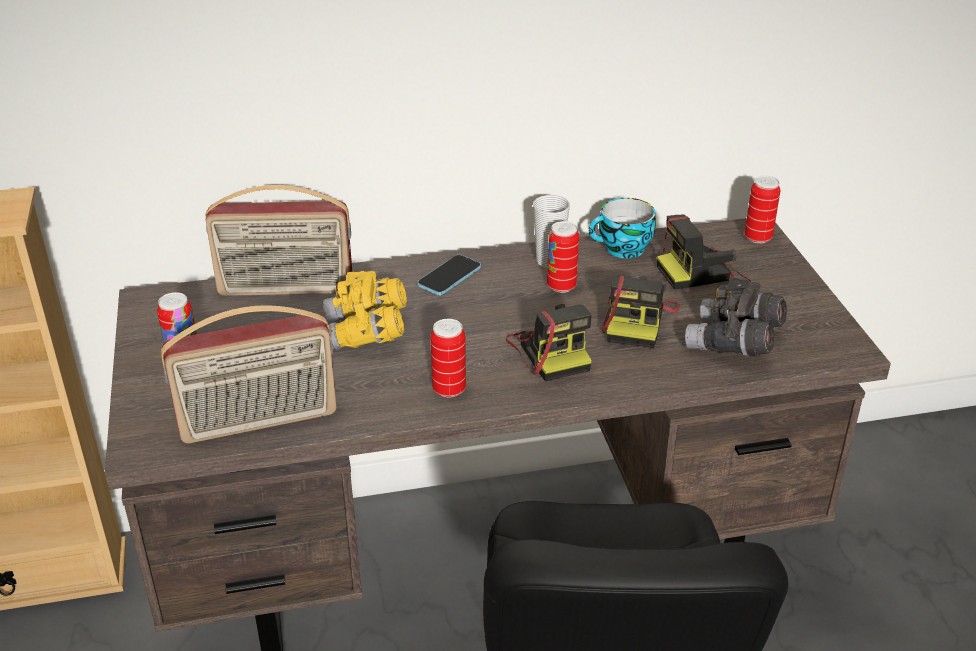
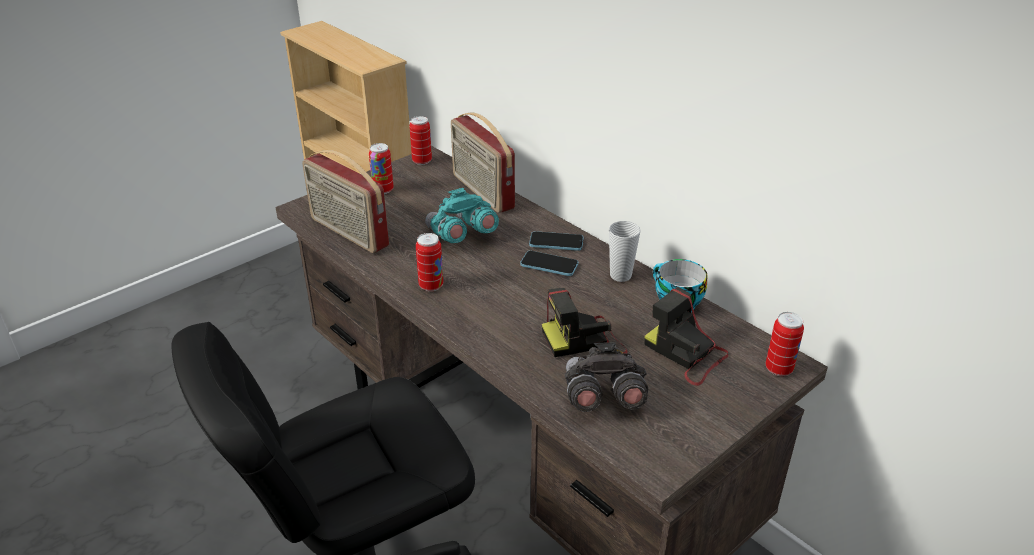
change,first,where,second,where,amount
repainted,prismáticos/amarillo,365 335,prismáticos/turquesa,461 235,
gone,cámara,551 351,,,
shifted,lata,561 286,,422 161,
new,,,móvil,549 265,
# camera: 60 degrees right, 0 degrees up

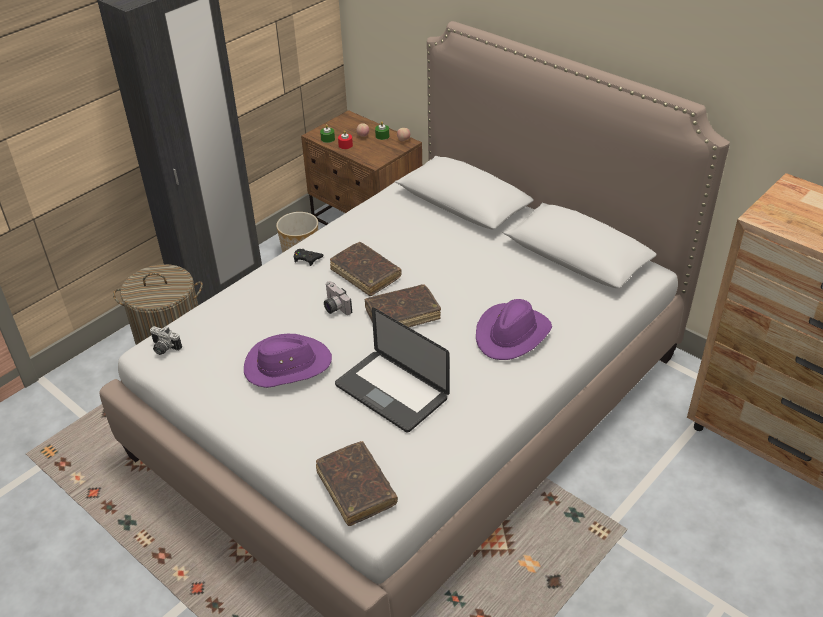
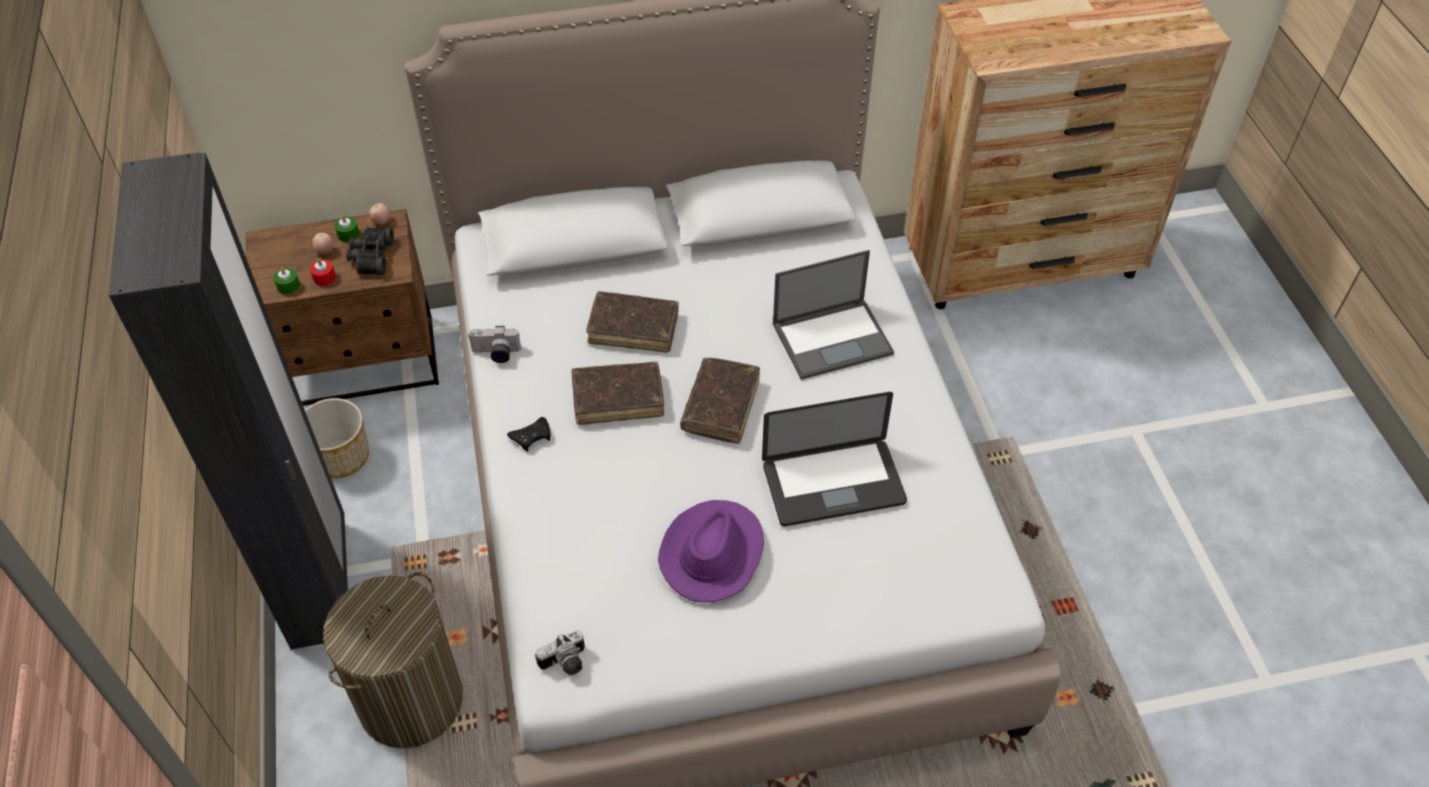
change,first,where,second,where,amount
shifted,libro/marrón,356 488,,633 328,
shifted,cámara,334 307,,496 354,
swapped,sombrero/morado,512 334,portátil,833 338,
new,,,prismáticos/negro,370 257,
# camera: 55 degrees left, 10 degrees up

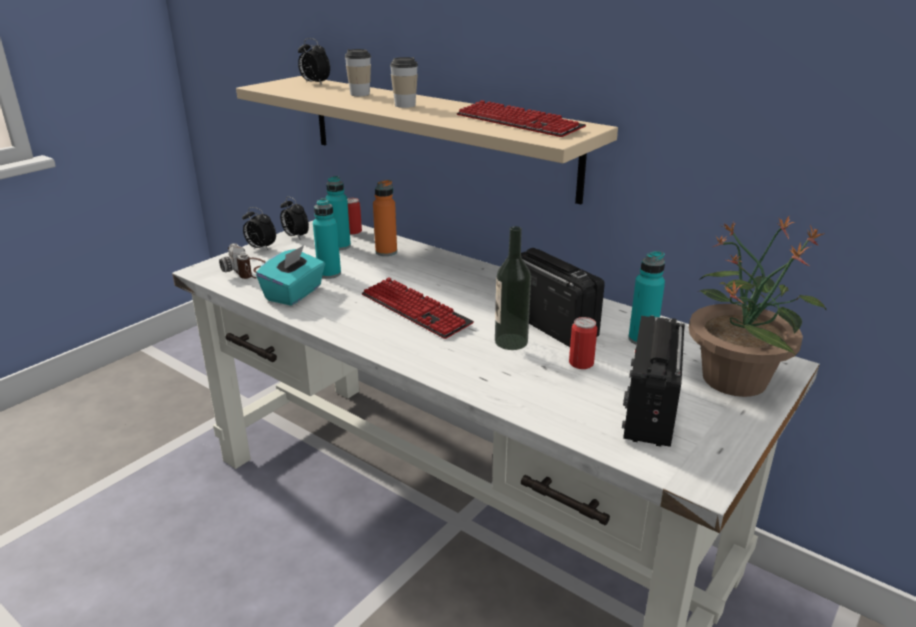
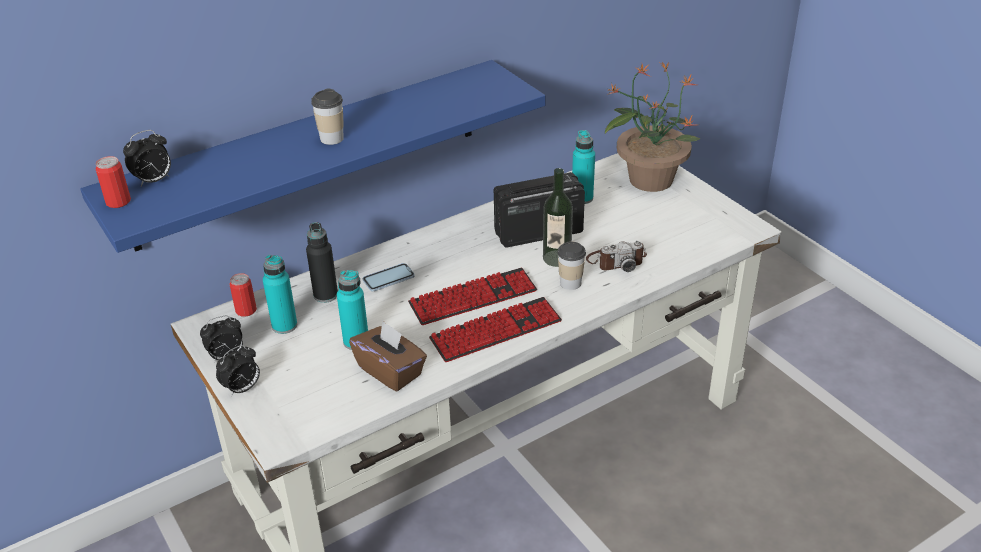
change,first,where,second,where,amount
shifted,cámara,250 270,,616 261,
repainted,estante/beis,436 134,estante/azul,310 153,
repainted,caja de pañuelos/turquesa,294 293,caja de pañuelos/marrón,390 371,
shifted,taza,360 94,,570 283,
repainted,botella/naranja,386 252,botella/negro,325 295,
shifted,teclado,518 123,,496 331,
shifted,lata,581 363,,118 202,
gone,radio,649 411,,,
new,,,móvil,388 279,
# camera: 70 degrees left, 10 degrees up

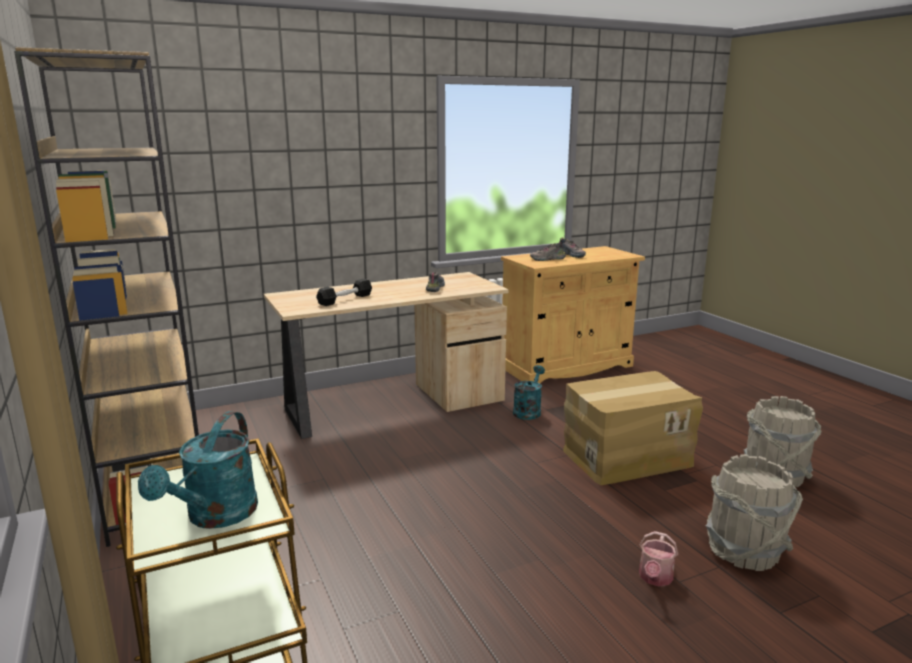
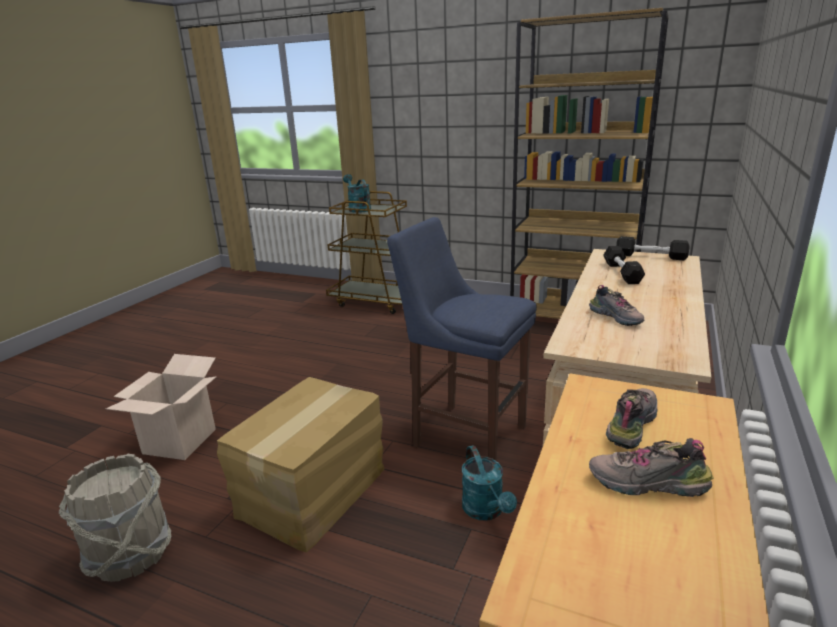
change,first,where,second,where,amount
gone,regadera,655 578,,,
swapped,cubo/gris,745 551,caja de cartón,179 441,
new,,,taburete/azul,465 434,
new,,,mancuerna/negro,650 256,
# camera: 140 degrees right, 5 degrees up

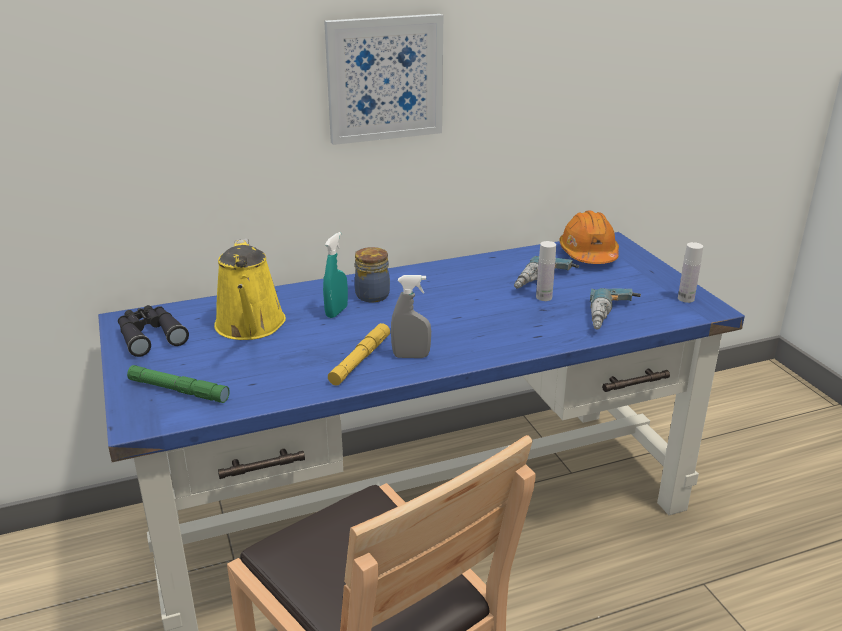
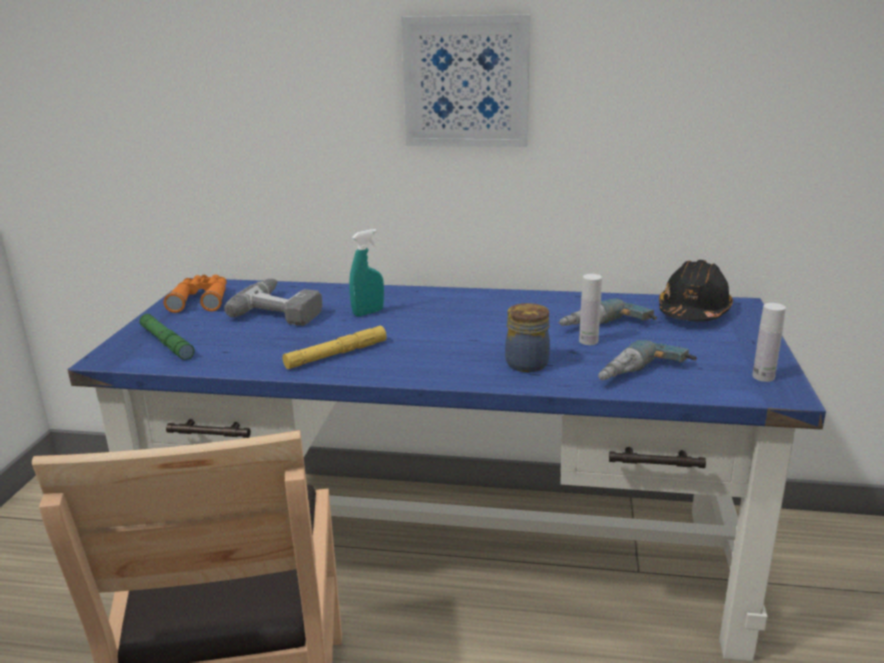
change,first,where,second,where,amount
repainted,prismáticos/negro,150 336,prismáticos/naranja,201 300,
swapped,regadera/amarillo,250 327,taladro,283 309,
shifted,tarro,371 295,,526 363,
gone,pulverizador/gris,411 356,,,
repainted,casco/naranja,588 254,casco/negro,693 312,
# camera: 30 degrees right, 5 degrees down

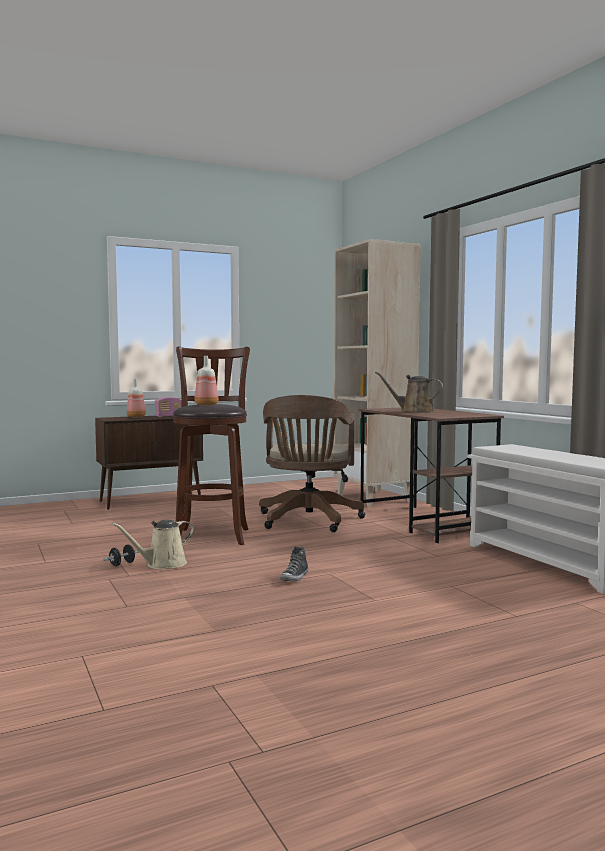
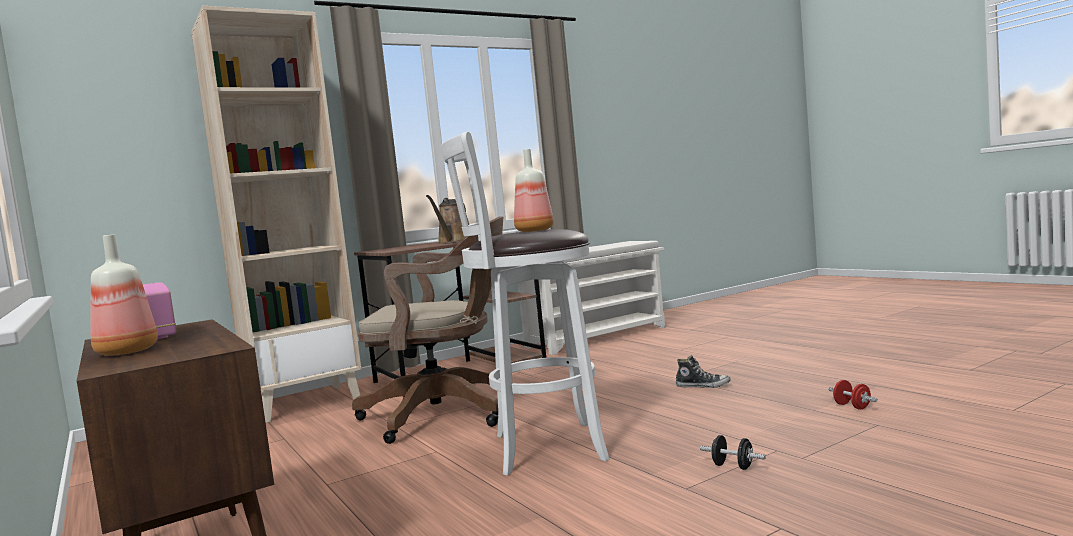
change,first,where,second,where,amount
gone,regadera/beis,162 564,,,
repainted,taburete/marrón,212 535,taburete/blanco,541 448,
new,,,mancuerna/rojo,852 406,
# camera: 95 degrees left, 0 degrees up

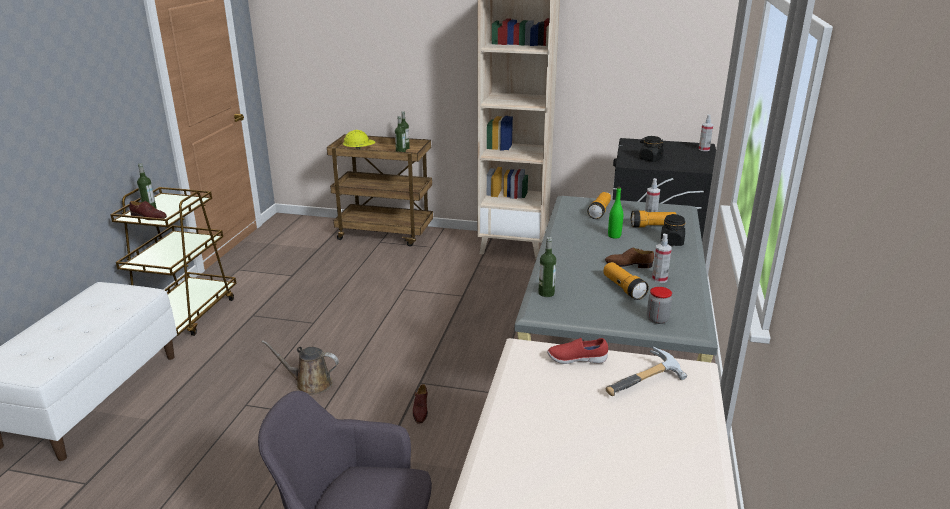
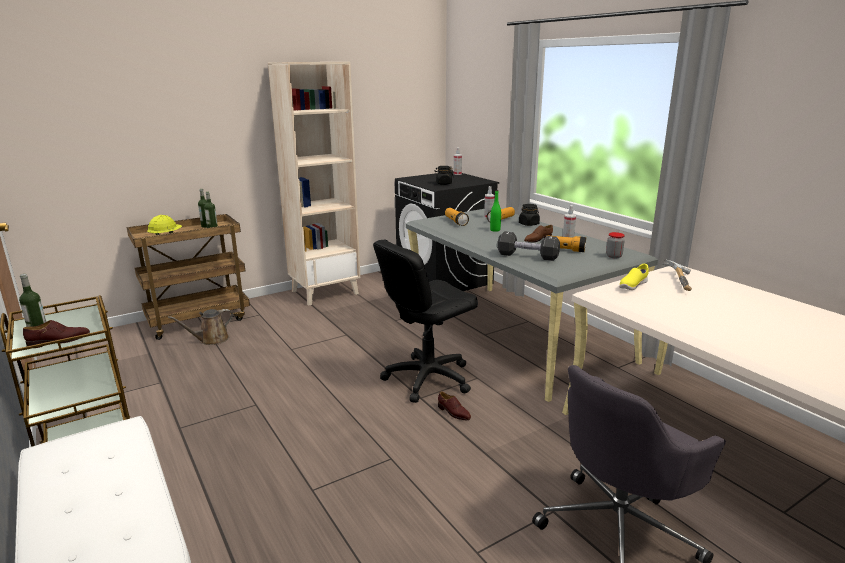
change,first,where,second,where,amount
shifted,regadera/marrón,310 383,,211 340,
gone,botella,546 293,,,
repainted,zapato/rojo,576 360,zapato/amarillo,632 286,
new,,,silla de oficina/negro,427 378,
new,,,mancuerna/negro,527 256,
# camera: 45 degrees left, 5 degrees down

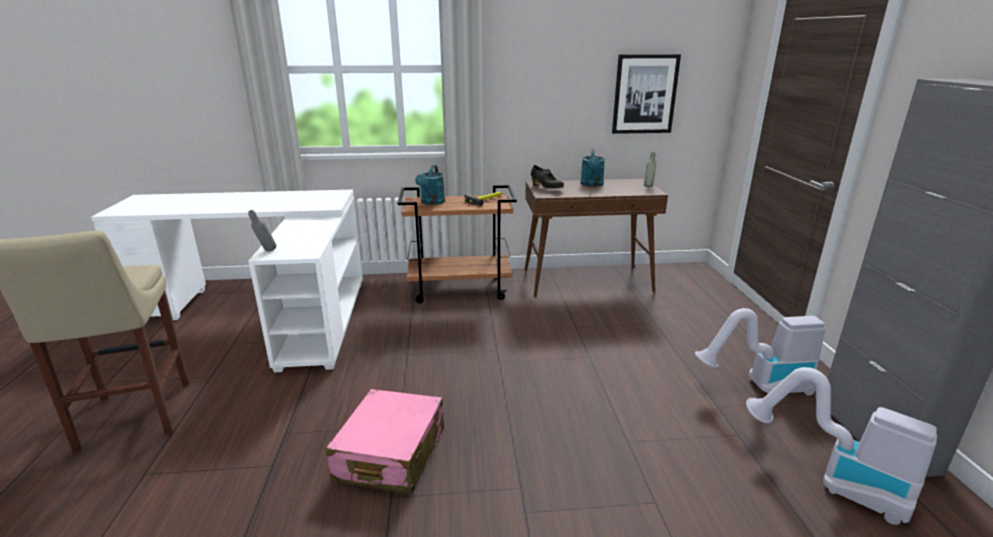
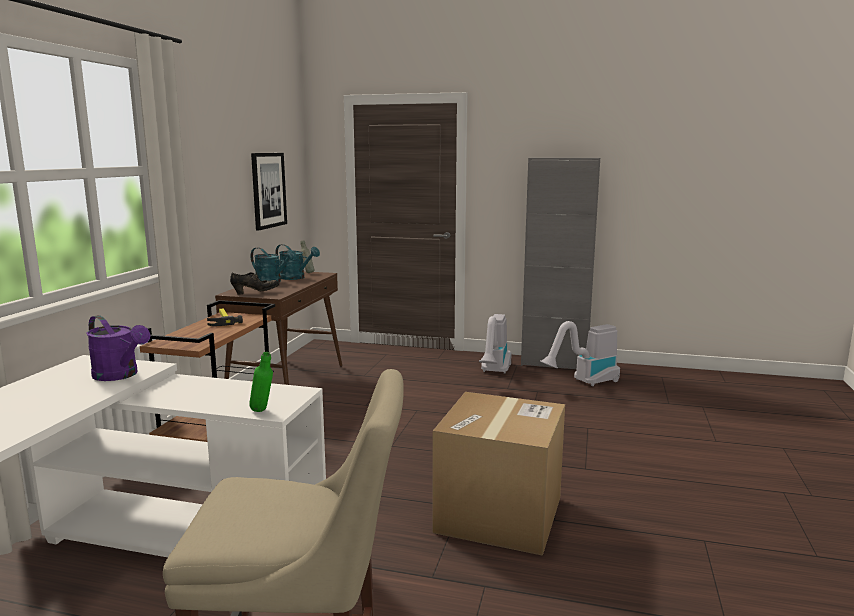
change,first,where,second,where,amount
repainted,botella/gris,266 252,botella/verde,263 412,
swapped,maleta/rosa,390 454,caja de cartón,499 514,
shifted,regadera/turquesa,431 202,,296 278,
new,,,regadera/morado,120 375,
# camera: 70 degrees left, 10 degrees down

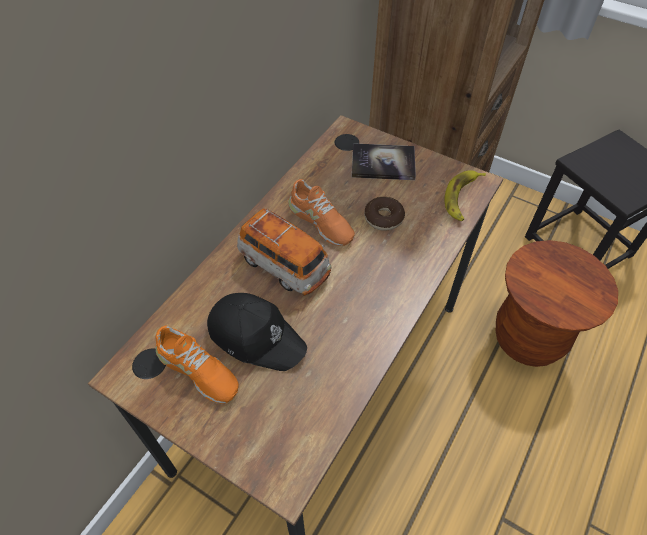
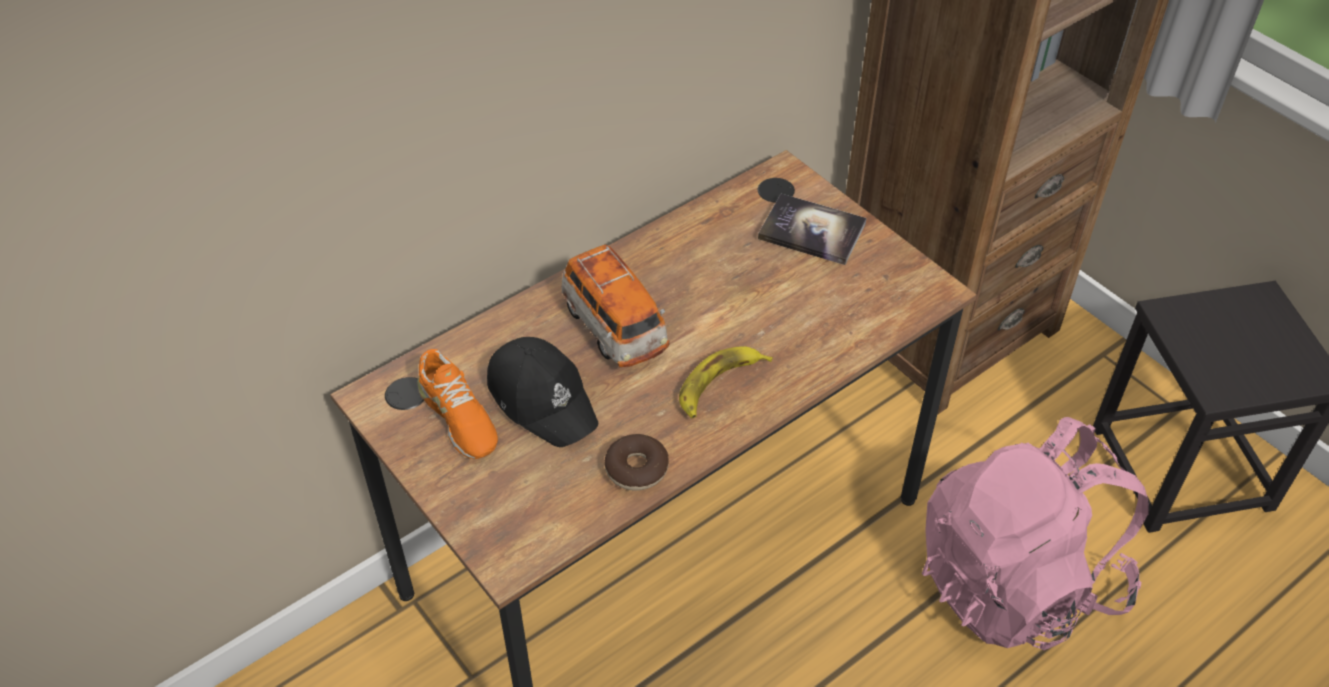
change,first,where,second,where,amount
gone,zapato/naranja,320 222,,,
shifted,rosquilla,383 218,,636 469,
shifted,plátano,462 198,,719 385,
swapped,taburete/marrón,528 339,mochila/rosa,1017 582,
# camera: 20 degrees right, 5 degrees down

